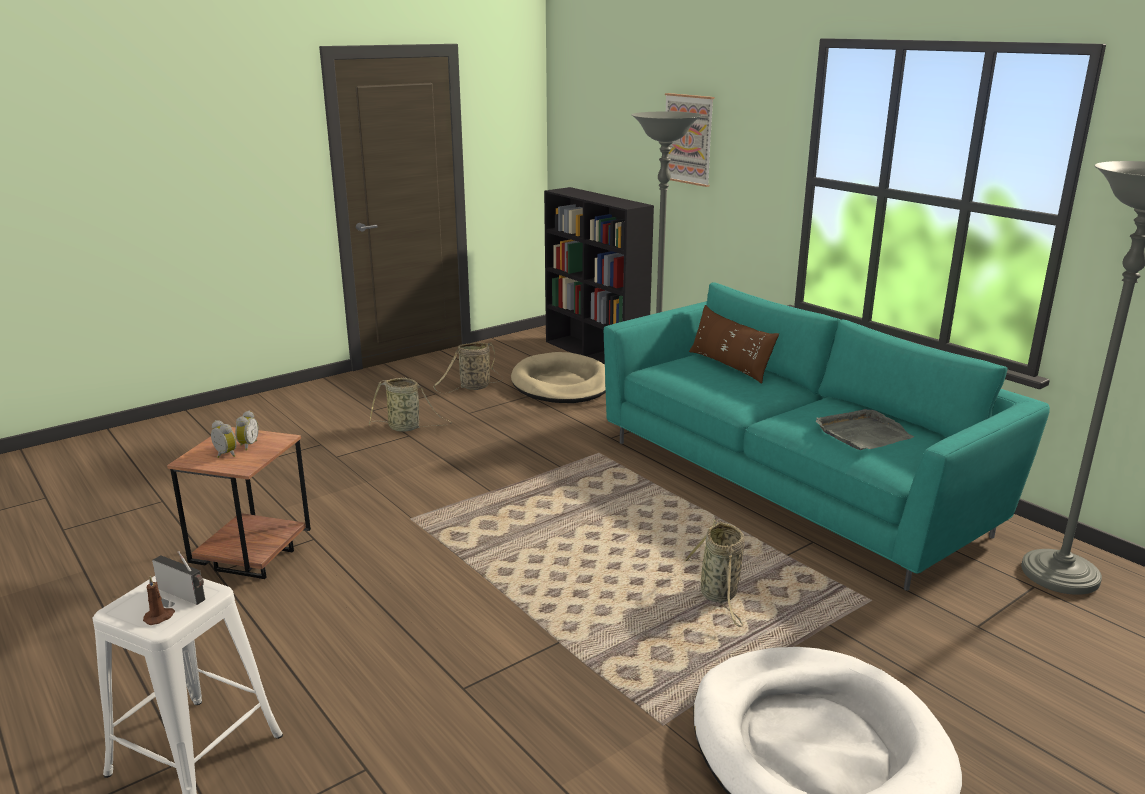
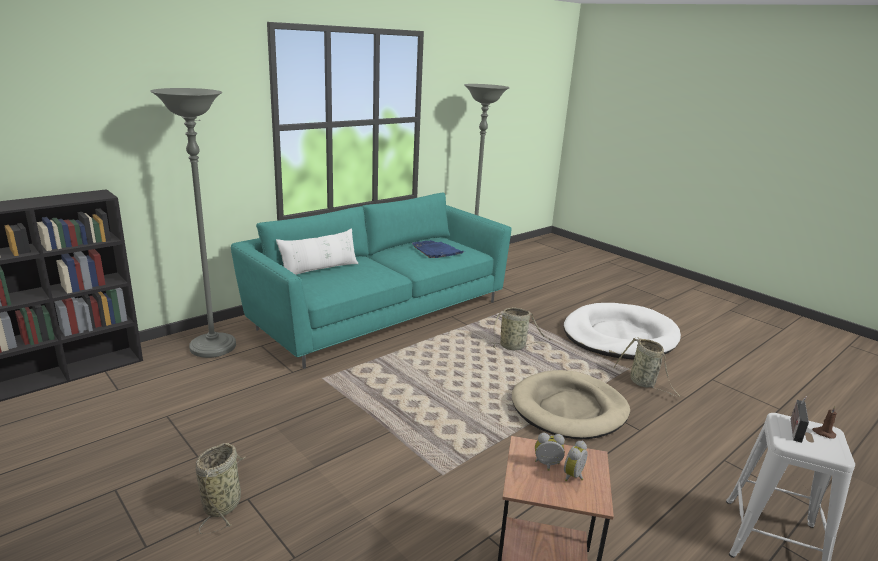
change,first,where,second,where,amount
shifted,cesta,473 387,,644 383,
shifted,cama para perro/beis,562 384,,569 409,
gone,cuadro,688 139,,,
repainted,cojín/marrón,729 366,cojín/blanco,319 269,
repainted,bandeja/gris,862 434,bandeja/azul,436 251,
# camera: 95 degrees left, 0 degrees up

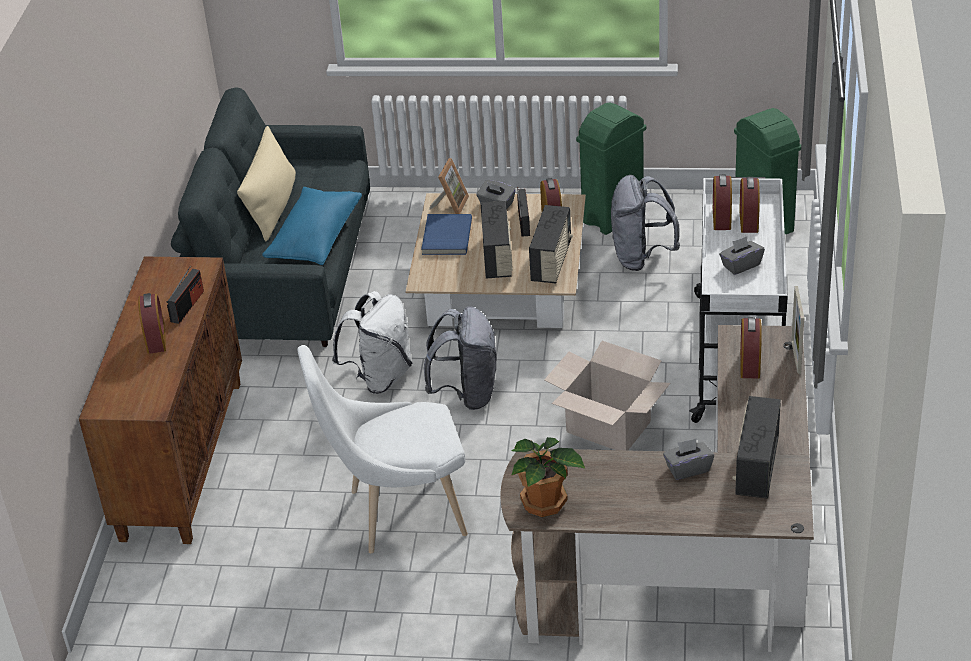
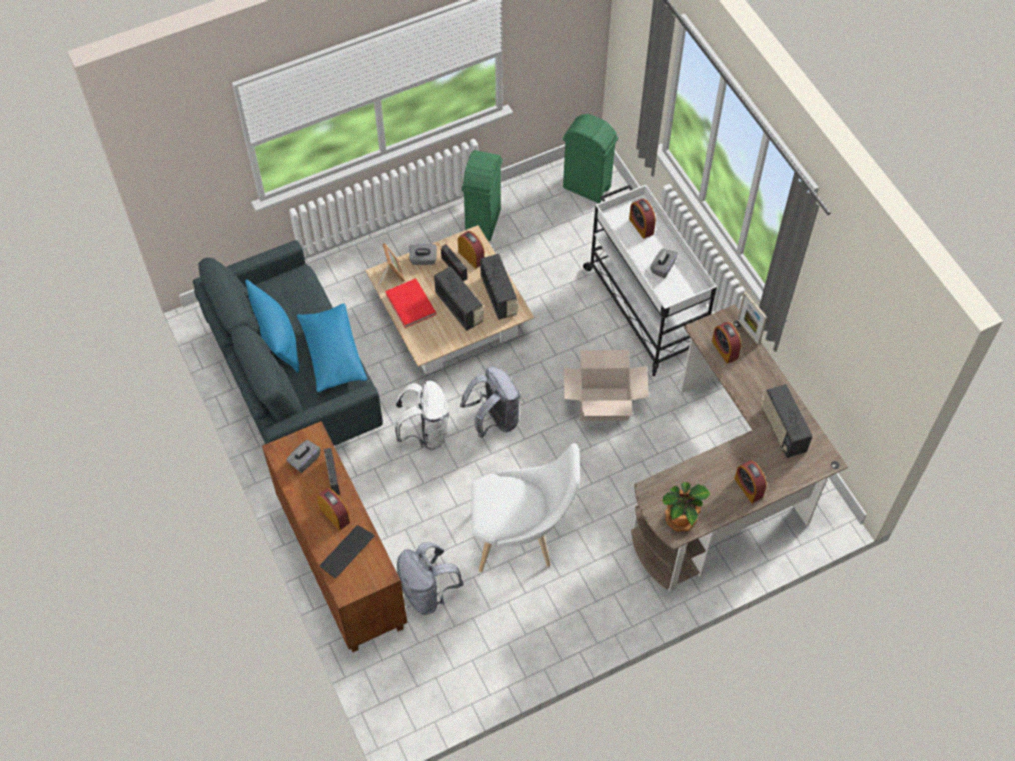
change,first,where,second,where,amount
repainted,cojín/beis,272 207,cojín/azul,277 338,
rotated,silla/blanco,398 514,,521 537,135 degrees counterclockwise
repainted,libro/azul,445 237,libro/rojo,409 305,
shifted,mochila/gris,641 257,,428 592,
shifted,caja de pañuelos/gris,688 469,,304 460,
shifted,despertador,721 218,,748 488,
new,,,teclado,346 552,
# camera: 35 degrees left, 20 degrees up

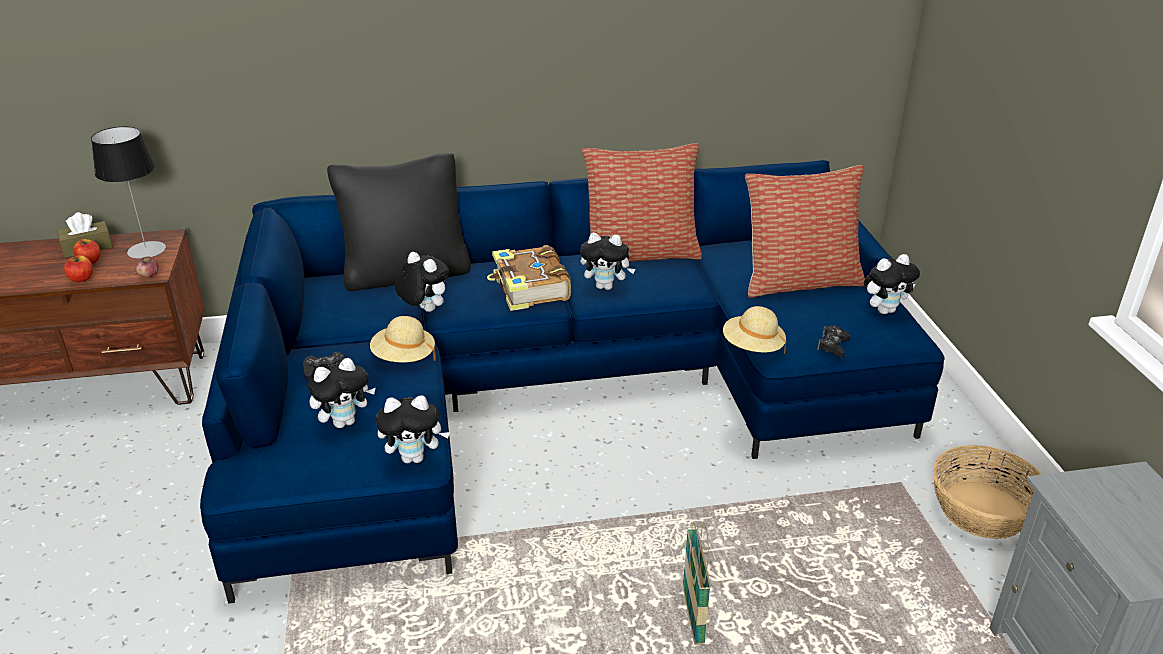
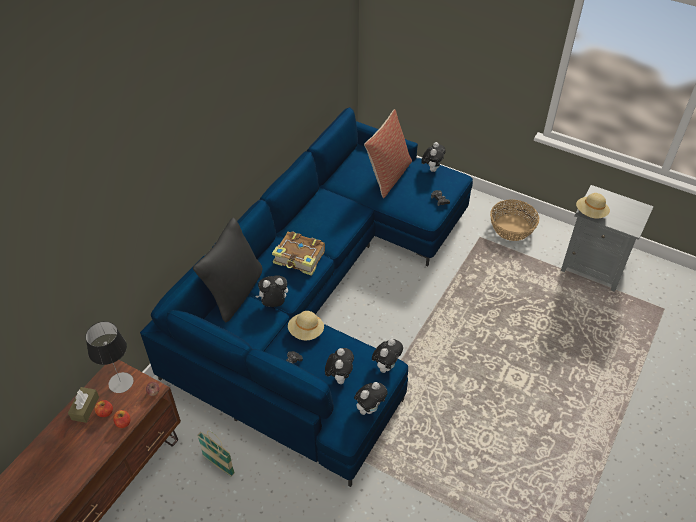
change,first,where,second,where,amount
shifted,peluche,606 286,,370 408,
gone,cojín,640 253,,,
shifted,cesta,693 616,,219 465,
shifted,sombrero/beis,752 347,,591 213,
# camera: 50 degrees left, 15 degrees up

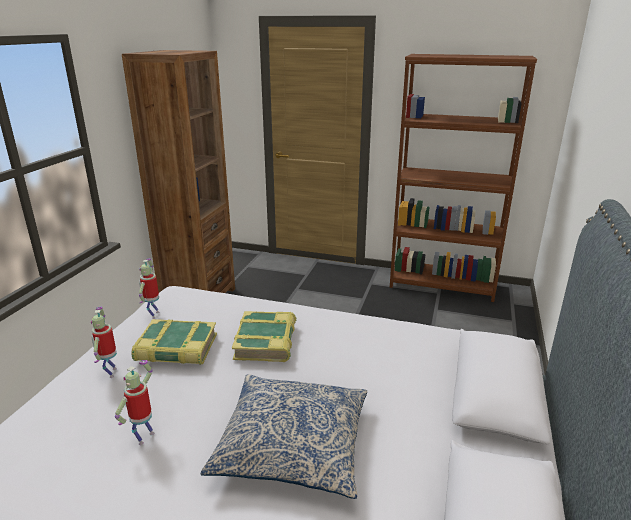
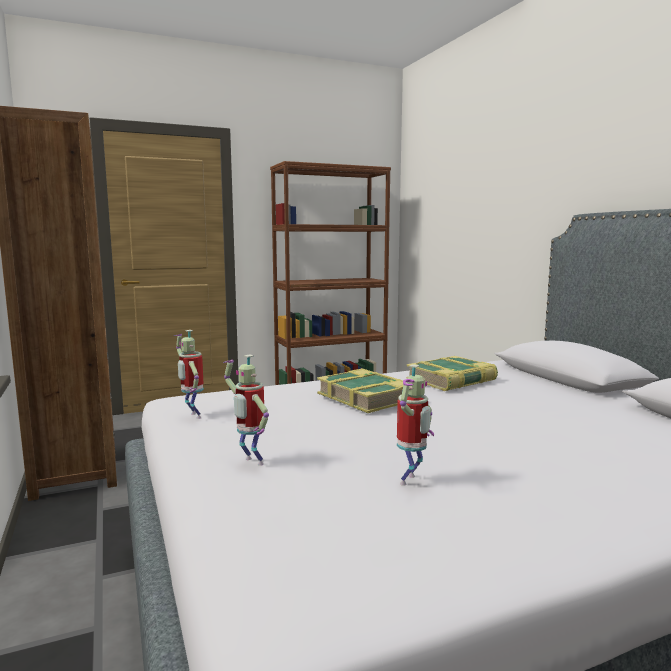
change,first,where,second,where,amount
rotated,robot de juguete,144 436,,411 481,135 degrees counterclockwise
shifted,libro,176 349,,452 380,
gone,cojín,293 444,,,
# camera: 40 degrees left, 15 degrees down

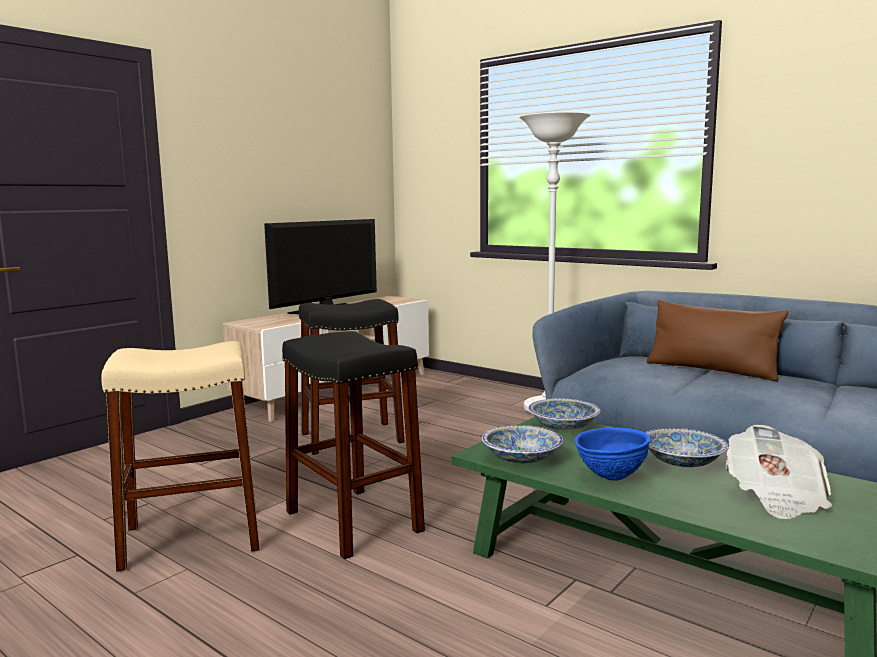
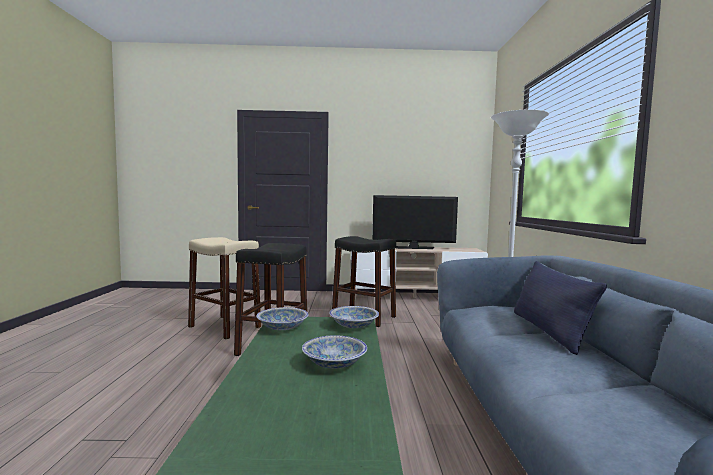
change,first,where,second,where,amount
gone,cuenco/azul,610 477,,,
repainted,cojín/marrón,711 370,cojín/azul,548 331,
gone,periódico,775 497,,,
# camera: 50 degrees right, 5 degrees down

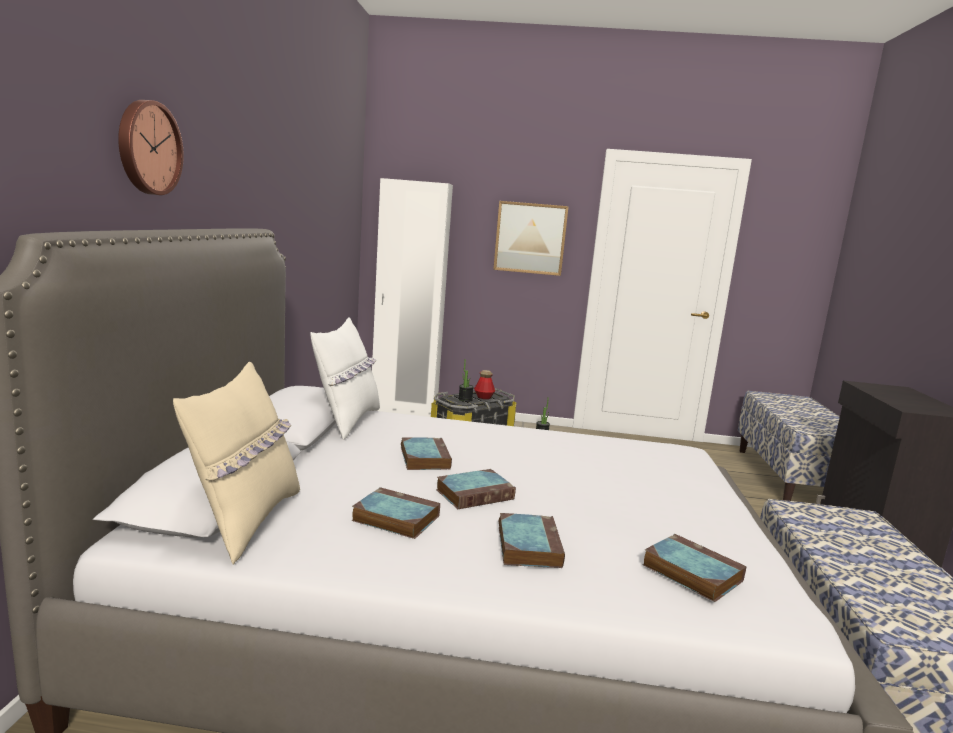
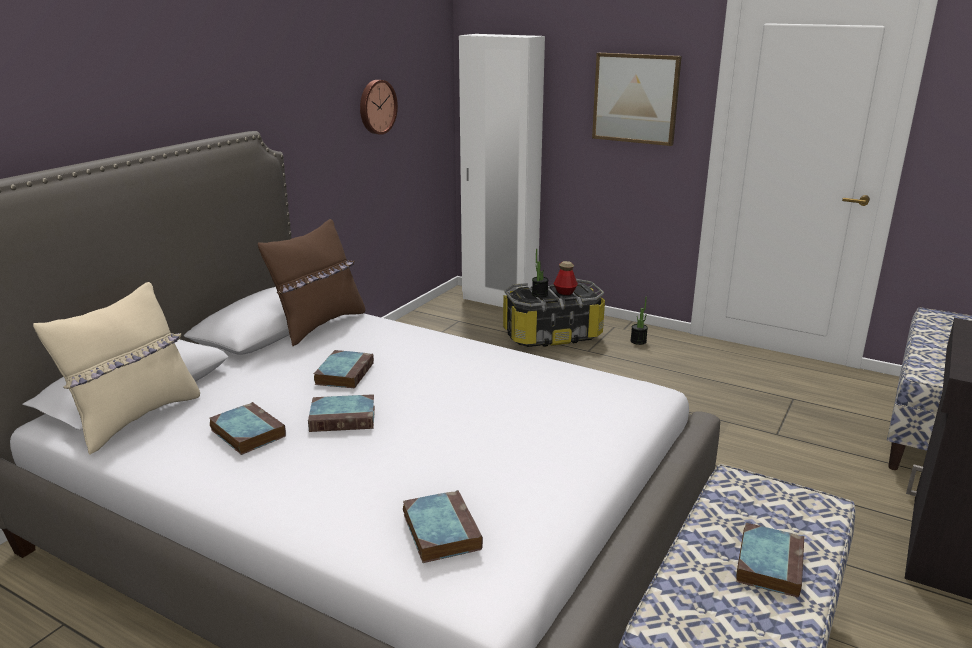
change,first,where,second,where,amount
shifted,reloj de pared,147 148,,376 107,
repainted,cojín/blanco,346 421,cojín/marrón,319 325,
shifted,libro,528 545,,769 563,
# camera: 25 degrees right, 10 degrees up

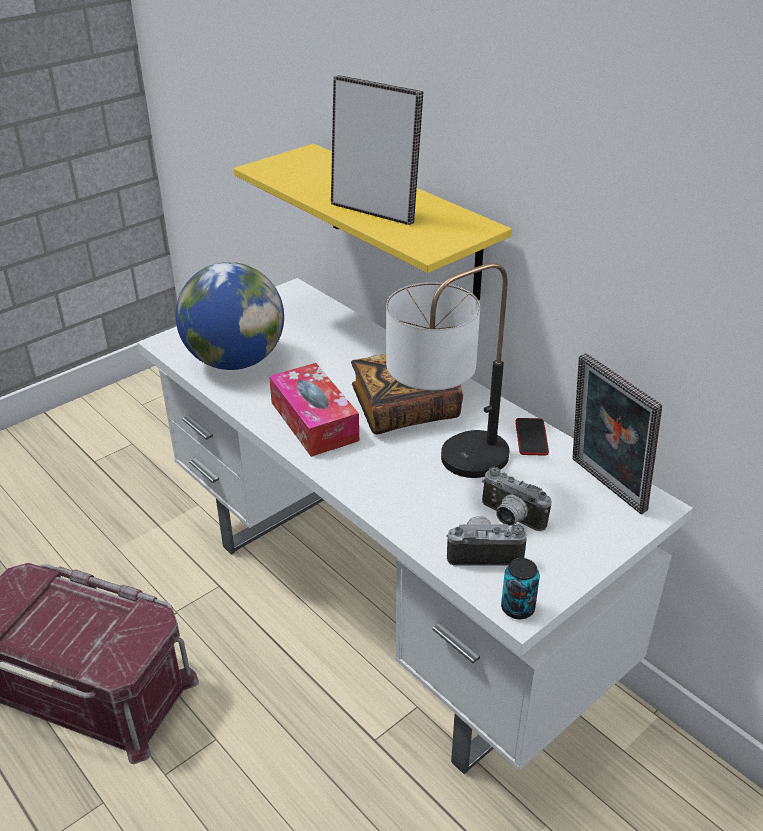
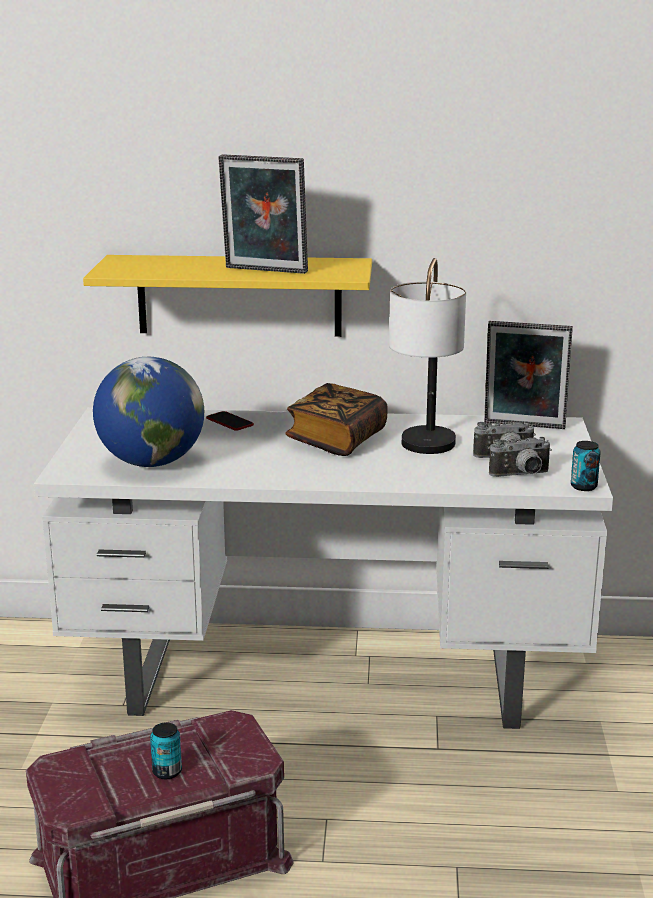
change,first,where,second,where,amount
gone,caja de pañuelos,314 421,,,
rotated,portarretratos,375 211,,264 271,150 degrees counterclockwise
rotated,cámara,484 553,,521 475,150 degrees counterclockwise
shifted,móvil,531 437,,229 422,
new,,,lata,167 772,
# camera: 45 degrees left, 15 degrees down

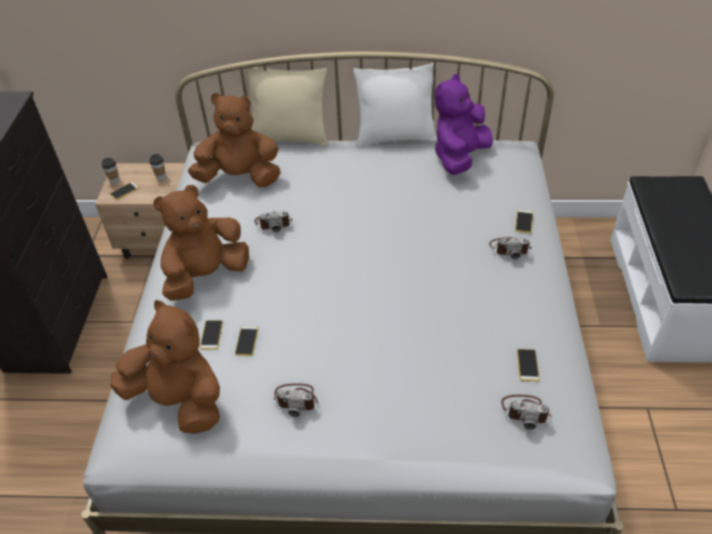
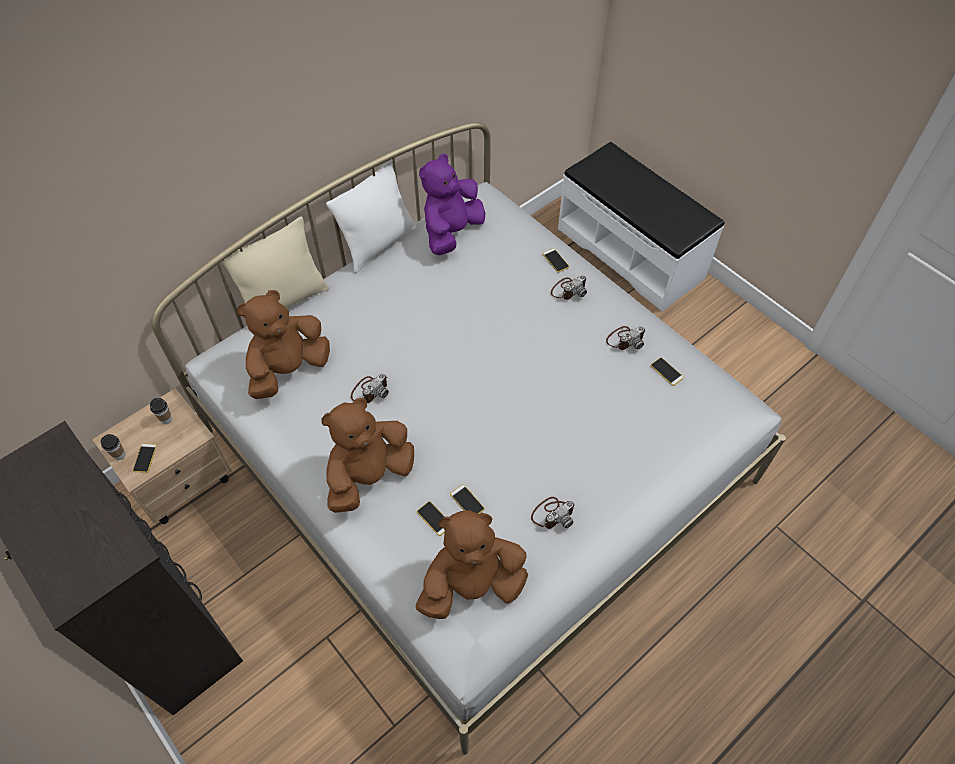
change,first,where,second,where,amount
rotated,peluche/marrón,206 276,,369 476,45 degrees clockwise
rotated,peluche/morado,459 157,,451 232,45 degrees clockwise
shifted,cámara,525 411,,625 339,
# camera: 45 degrees left, 10 degrees up

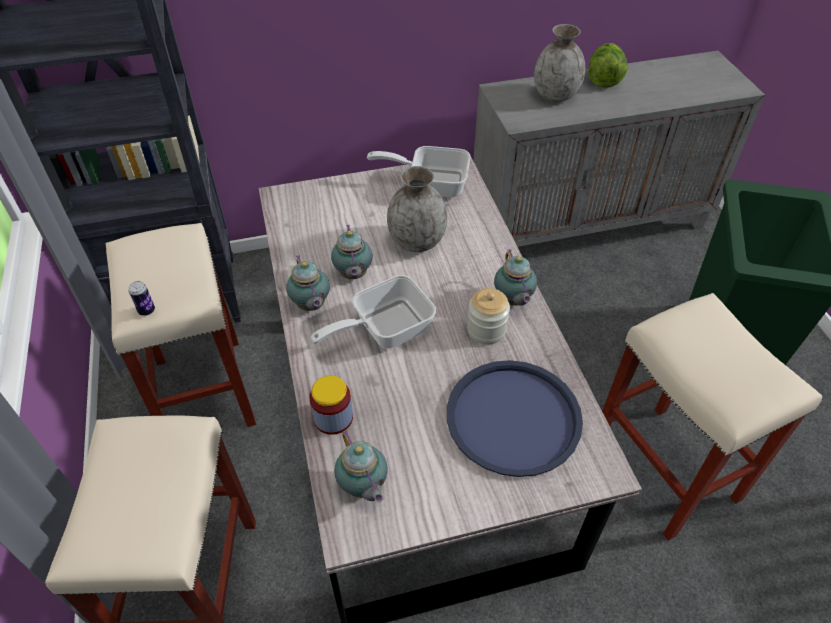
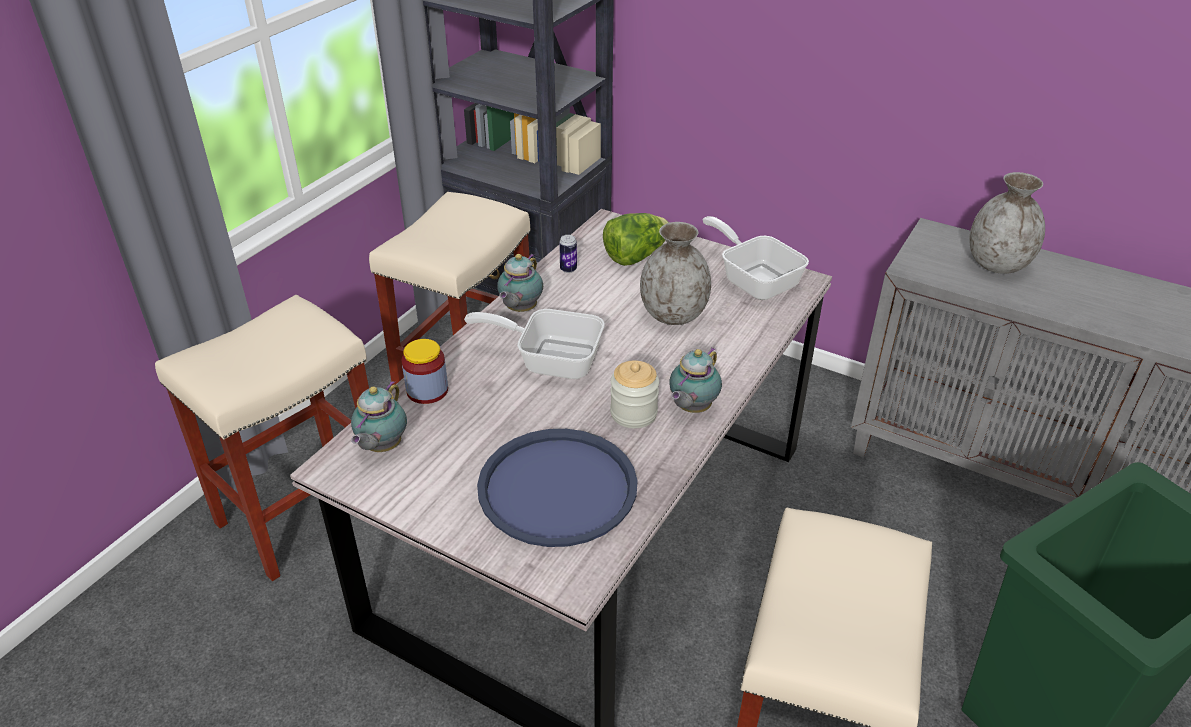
change,first,where,second,where,amount
shifted,lata,146 311,,568 269,
gone,tetera,353 275,,,
shifted,lechuga,603 79,,636 256,
# camera: 45 degrees right, 10 degrees down

